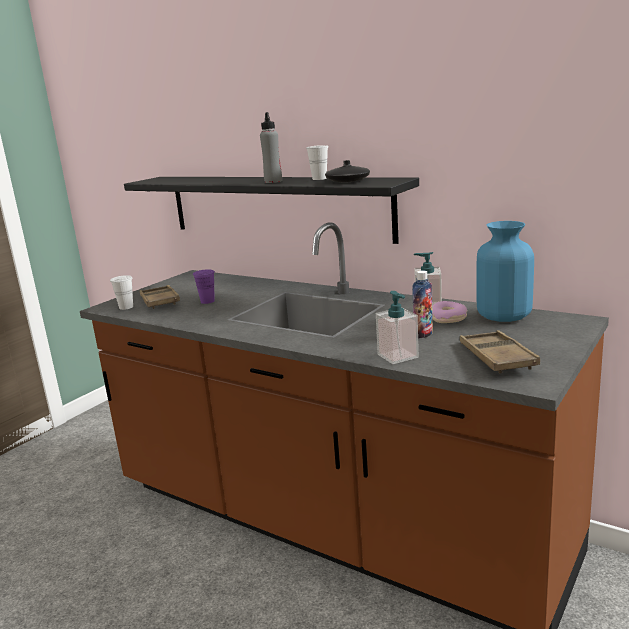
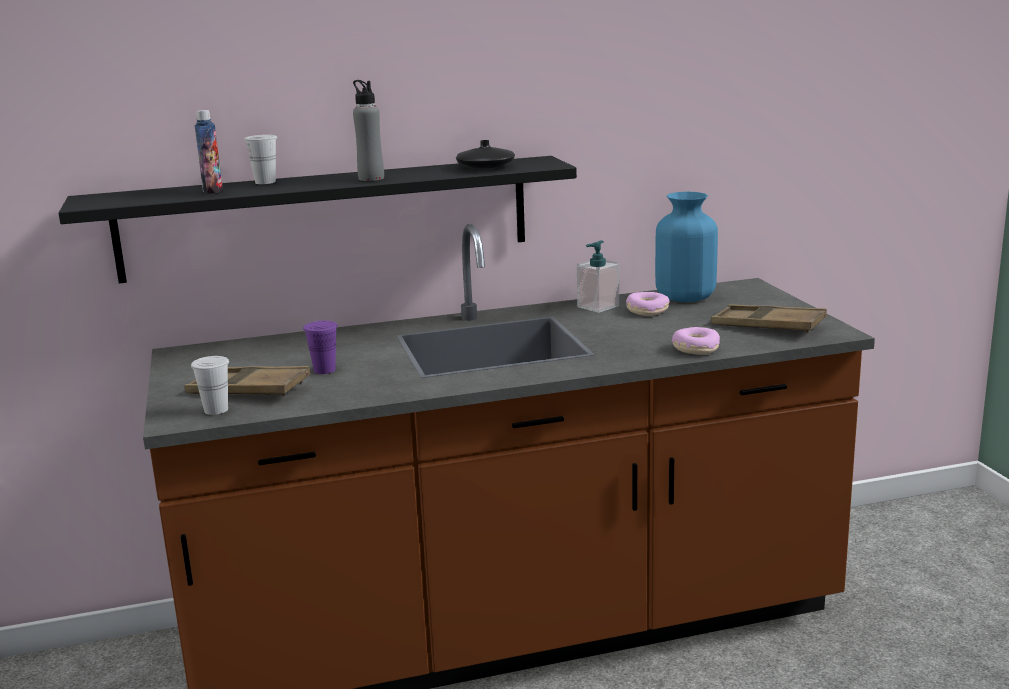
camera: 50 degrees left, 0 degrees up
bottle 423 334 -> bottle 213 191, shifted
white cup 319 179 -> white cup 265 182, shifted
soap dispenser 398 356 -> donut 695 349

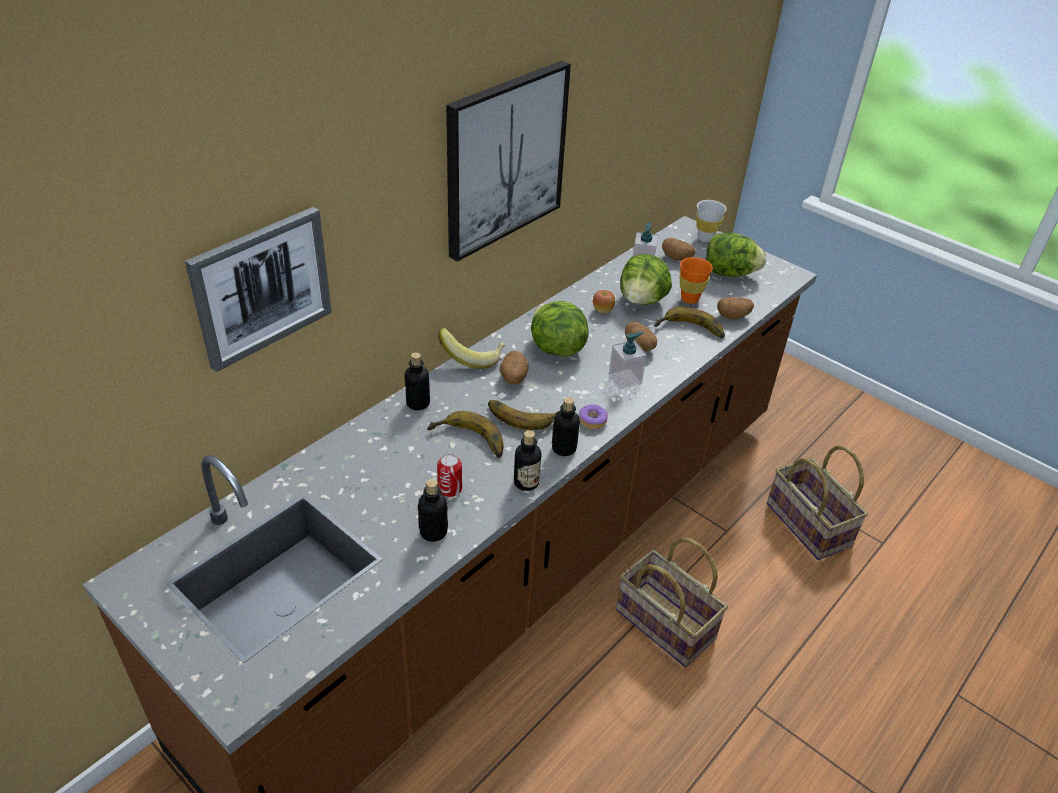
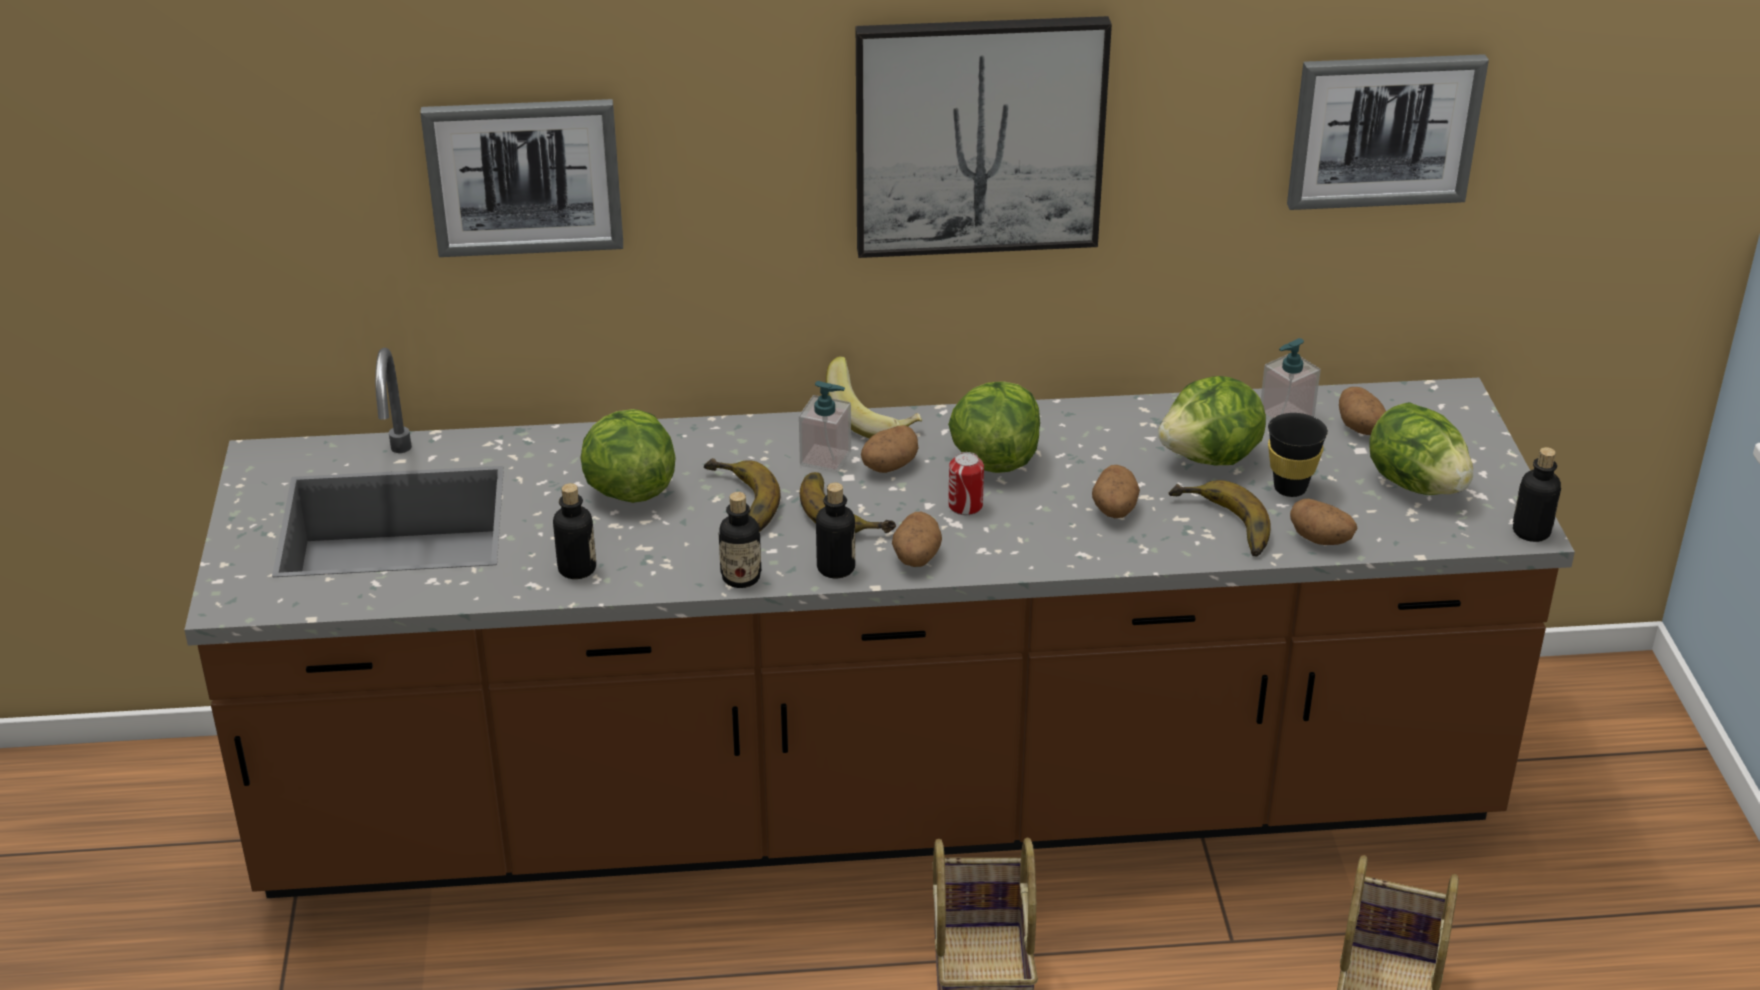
camera: 45 degrees right, 5 degrees down
none -> lettuce 628 490
soap dispenser 625 379 -> soap dispenser 826 459, shifted
donut 592 420 -> potato 916 558
can 450 488 -> can 965 506, shifted
orange cup 689 299 -> black cup 1290 488
none -> picture 1384 130
bottle 418 403 -> bottle 1531 532, shifted
apple 602 310 -> none
white cup 705 238 -> none

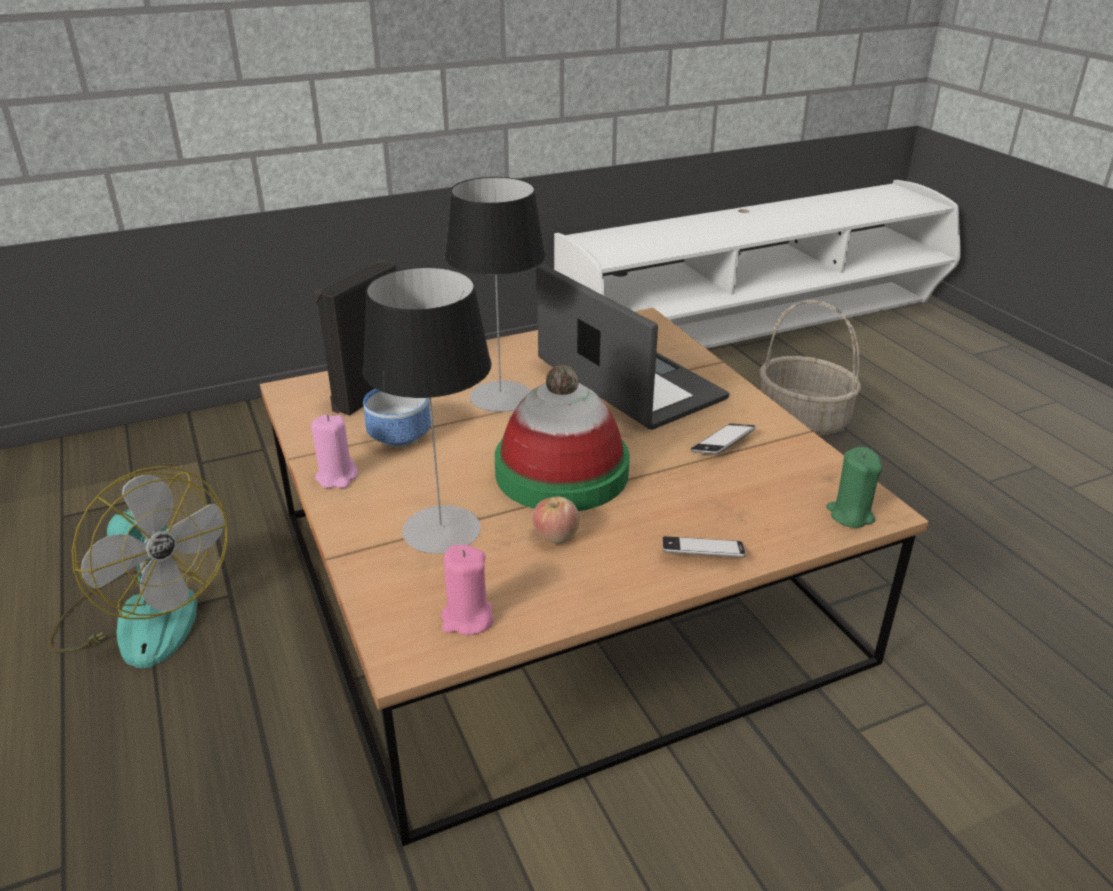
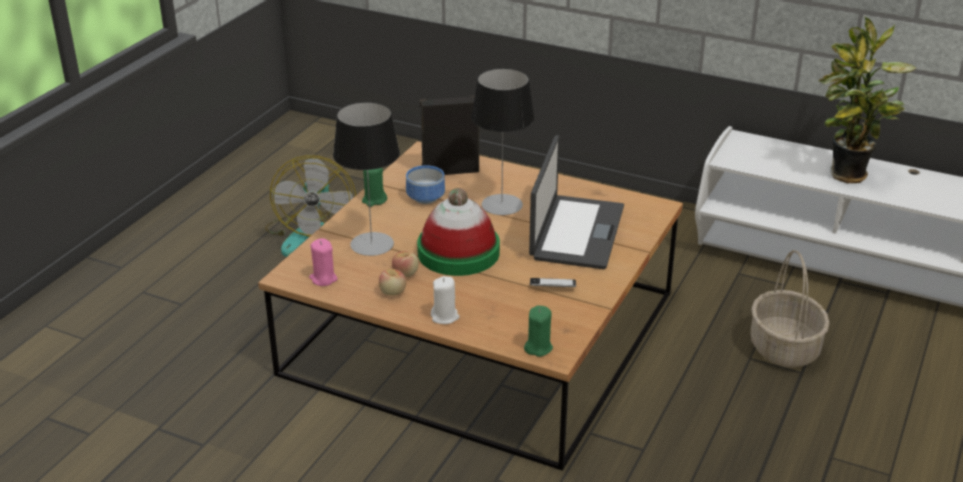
camera: 50 degrees right, 0 degrees up
pink candle 337 477 -> green candle 374 200
none -> apple 393 292
phone 702 553 -> white candle 445 317
none -> potted plant 847 177

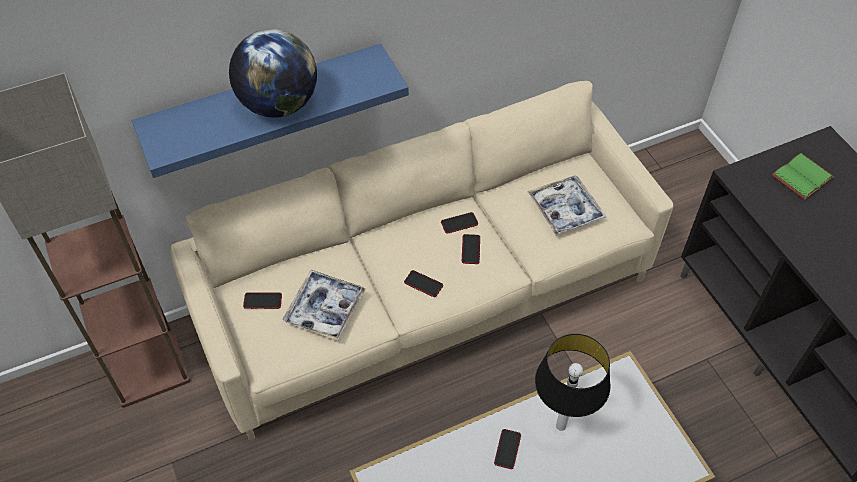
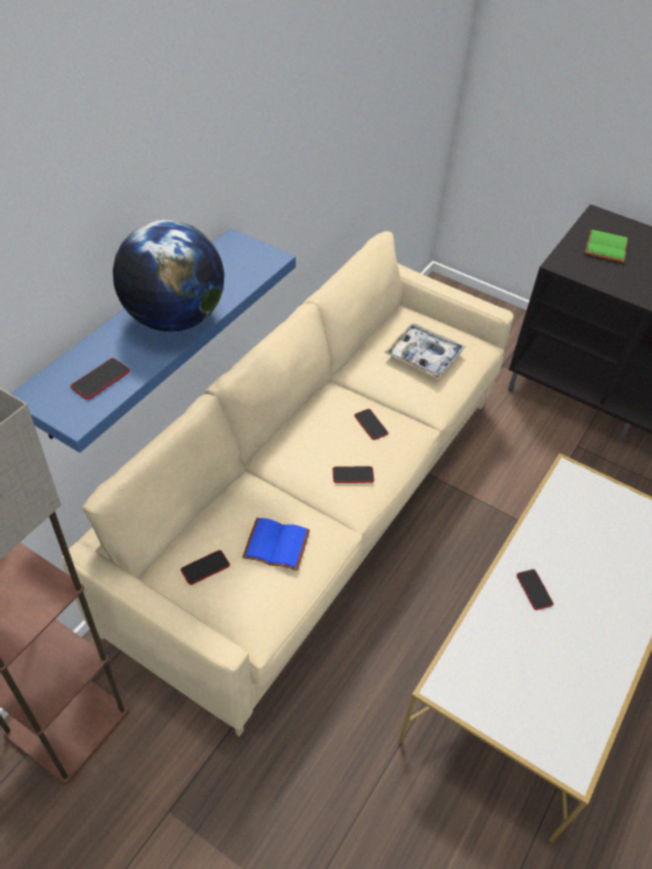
camera: 35 degrees left, 5 degrees down
phone 459 223 -> phone 100 379, shifted
tray 325 309 -> blue book 278 544
table lamp 560 425 -> none

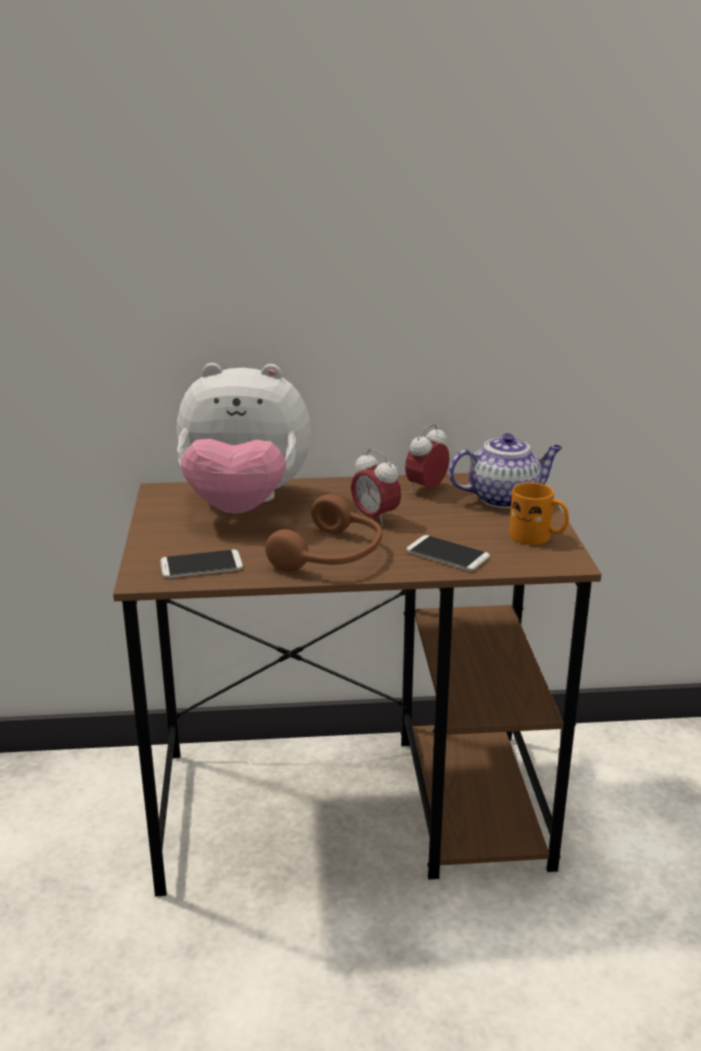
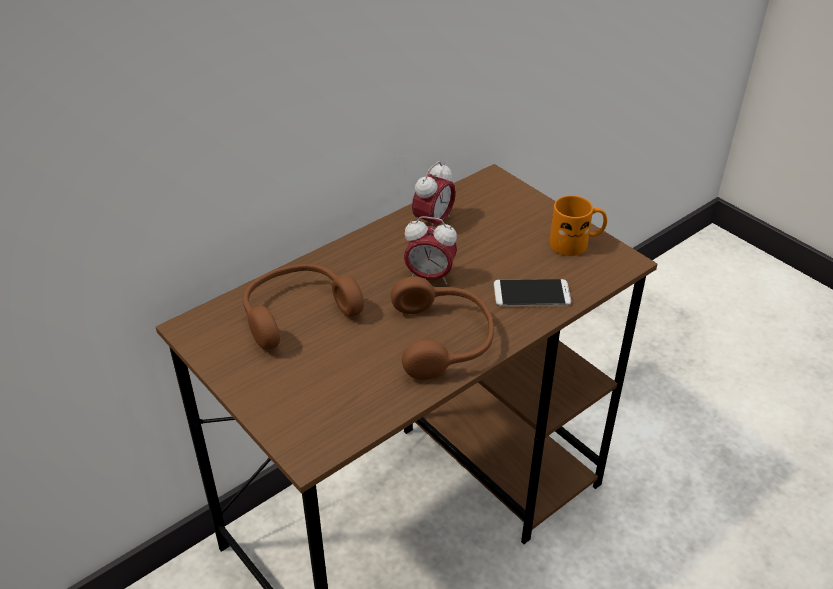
camera: 35 degrees left, 15 degrees up
plush toy 244 506 -> brown headphones 297 312
alarm clock 426 489 -> alarm clock 433 222, 150 degrees counterclockwise
phone 201 565 -> none
teapot 504 498 -> none

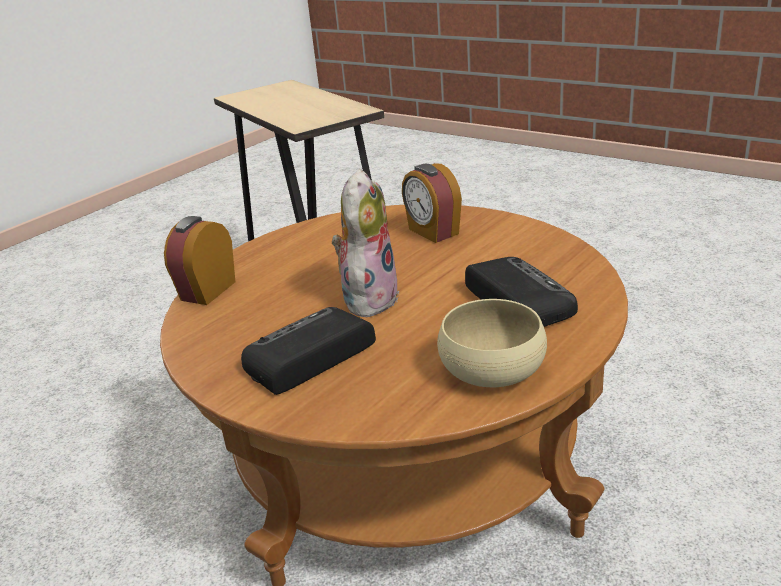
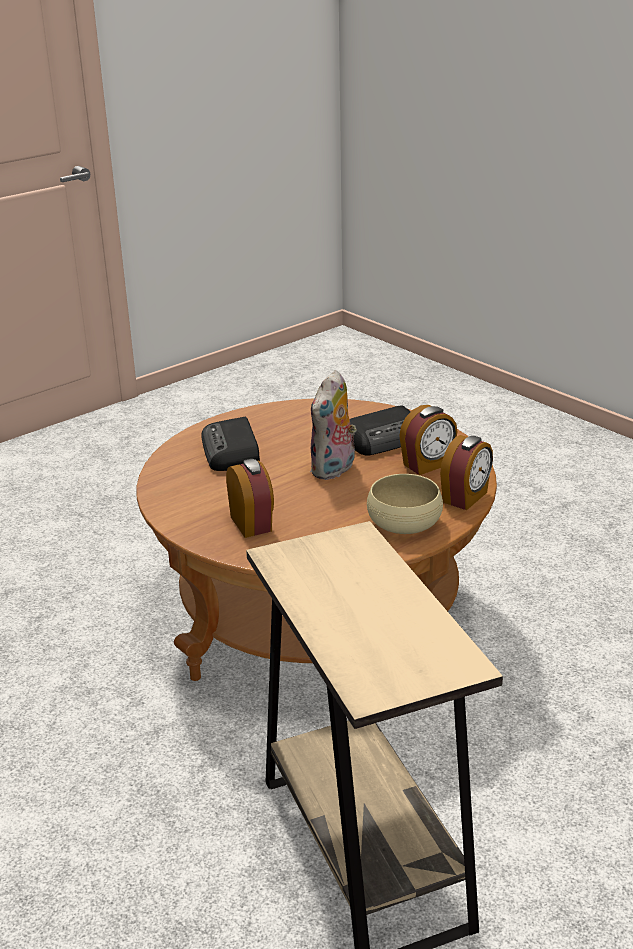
camera: 170 degrees left, 0 degrees up
beige bowl 492 368 -> beige bowl 404 523, shifted
none -> alarm clock 428 465

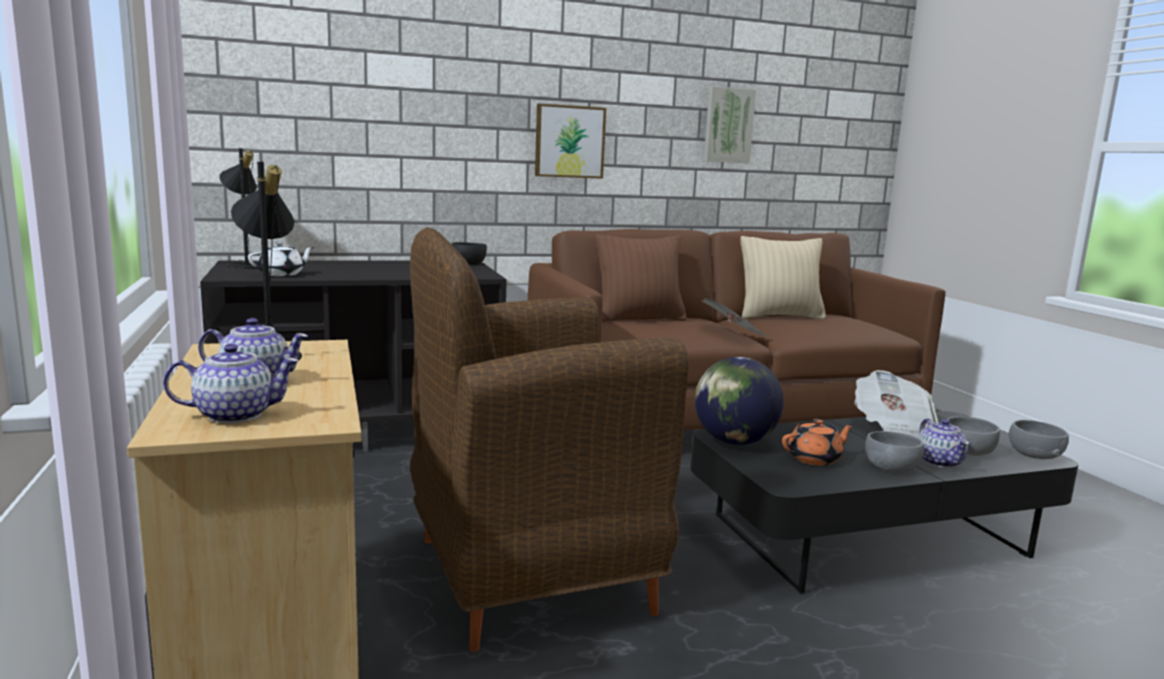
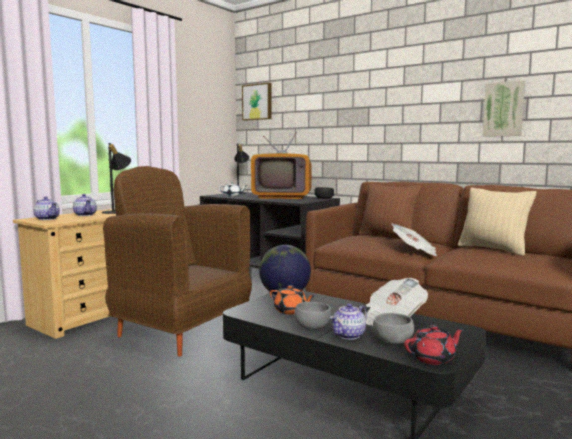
camera: 55 degrees right, 5 degrees down
picture 569 141 -> picture 257 102, shifted
none -> television 282 197
grey bowl 1034 454 -> red teapot 433 358

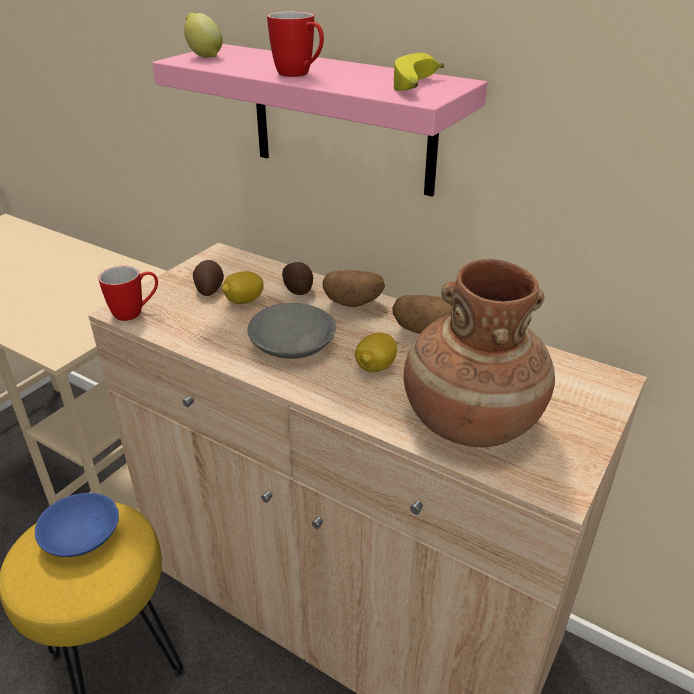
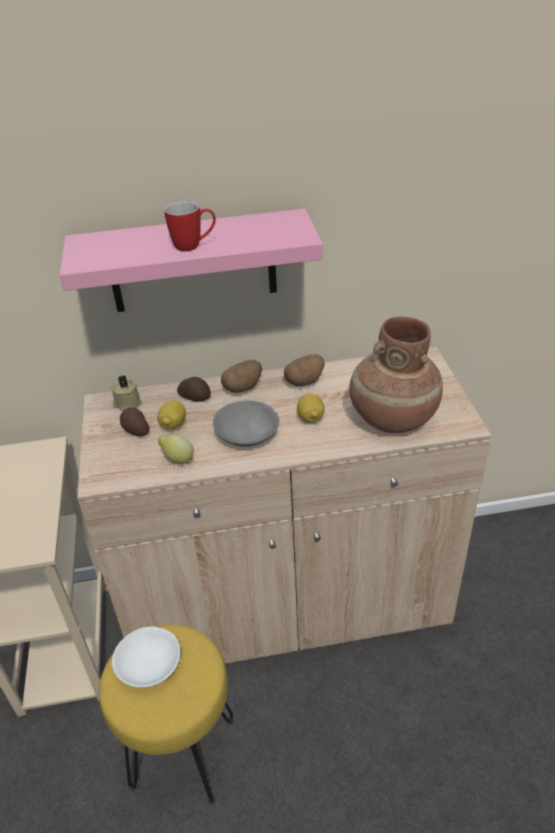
camera: 40 degrees left, 5 degrees up
none -> beige candle 126 404
blue bowl 83 535 -> white bowl 150 664
lemon 204 56 -> lemon 178 460, shifted
mug 135 312 -> none
banana 417 87 -> none

